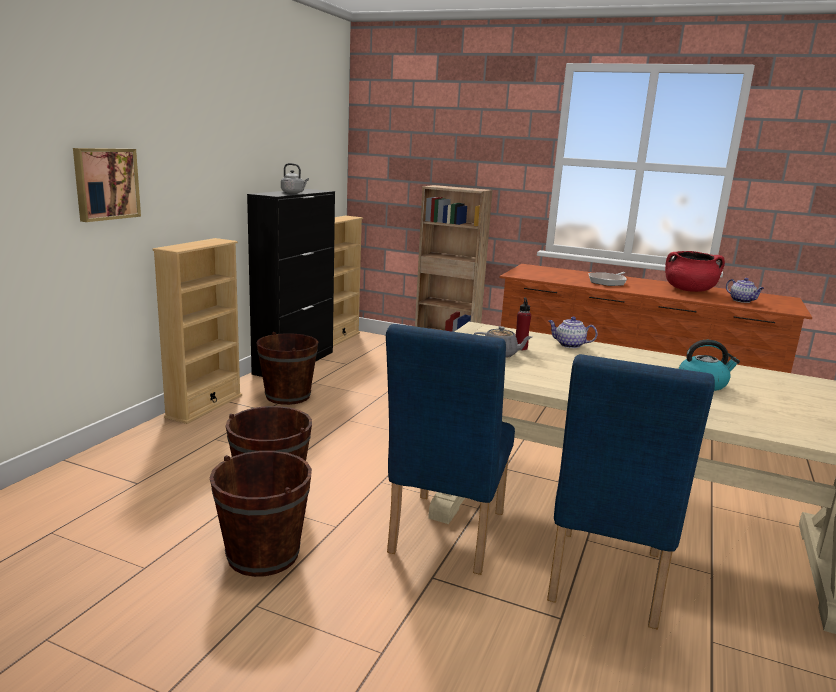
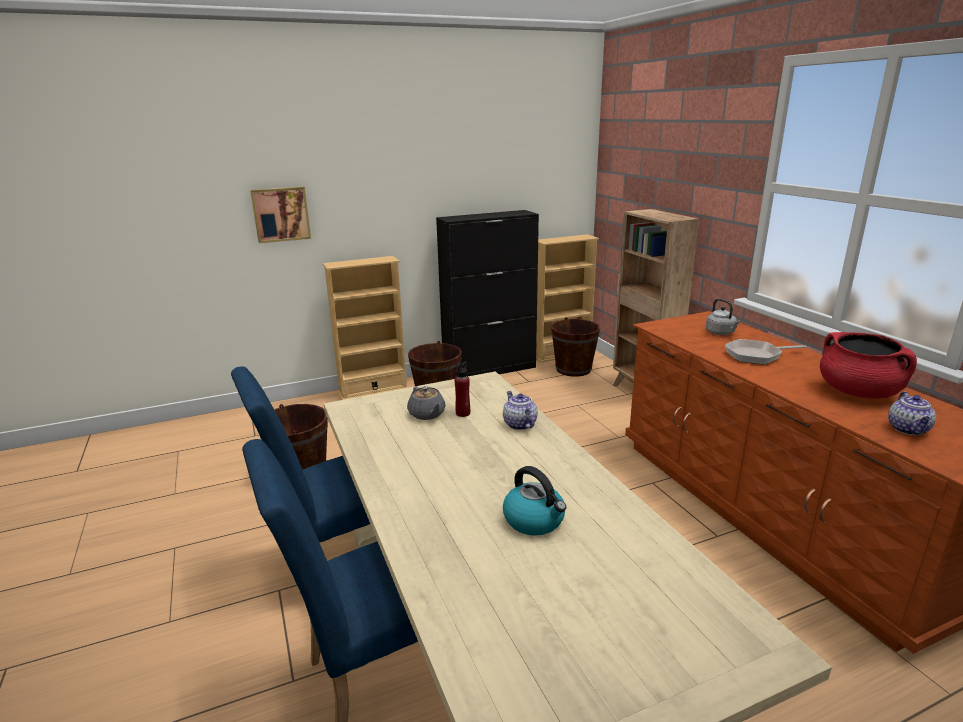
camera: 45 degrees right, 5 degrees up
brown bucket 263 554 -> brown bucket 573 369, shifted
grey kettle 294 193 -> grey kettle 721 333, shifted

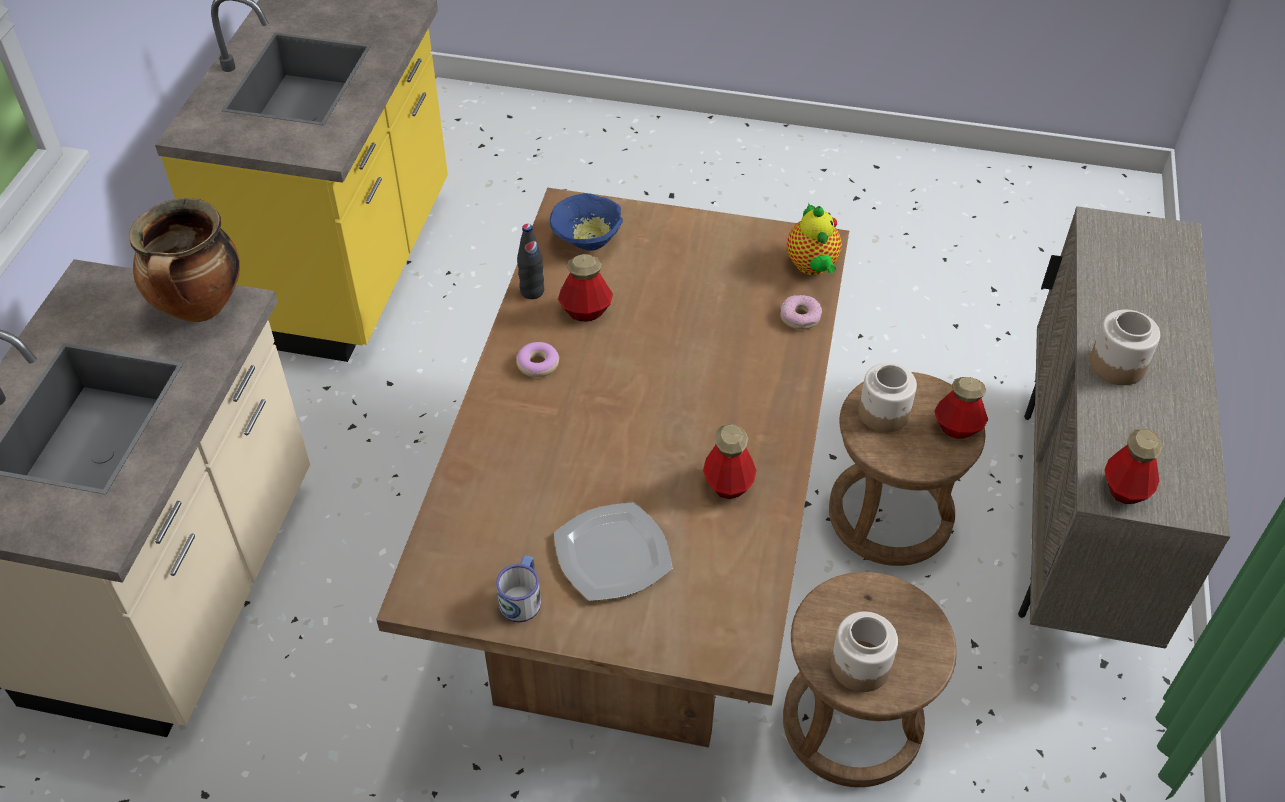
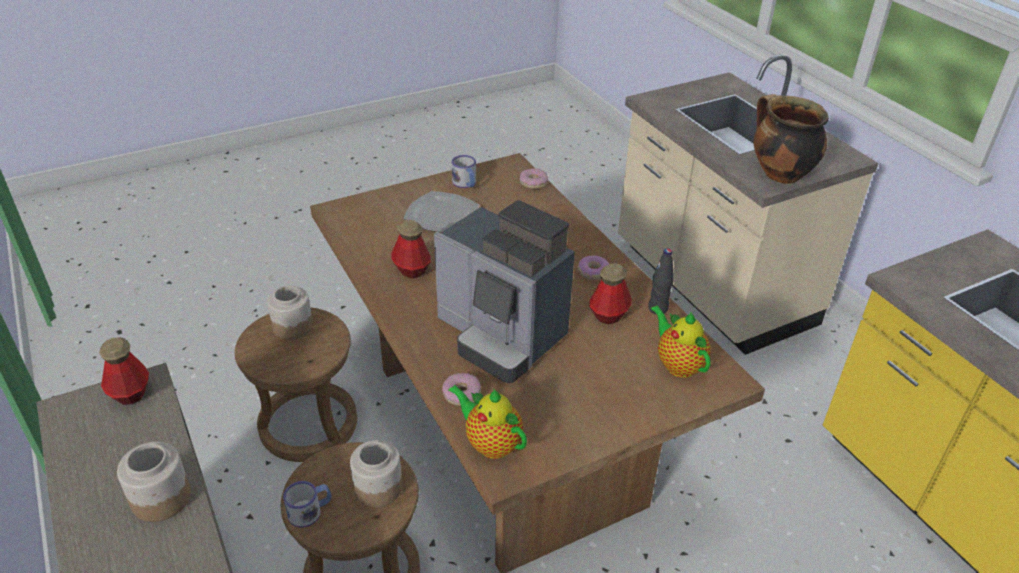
camera: 140 degrees right, 10 degrees down
bottle 957 428 -> mug 310 511
none -> coffee machine 501 335
none -> donut 533 183
blue bowl 587 239 -> teapot 678 364

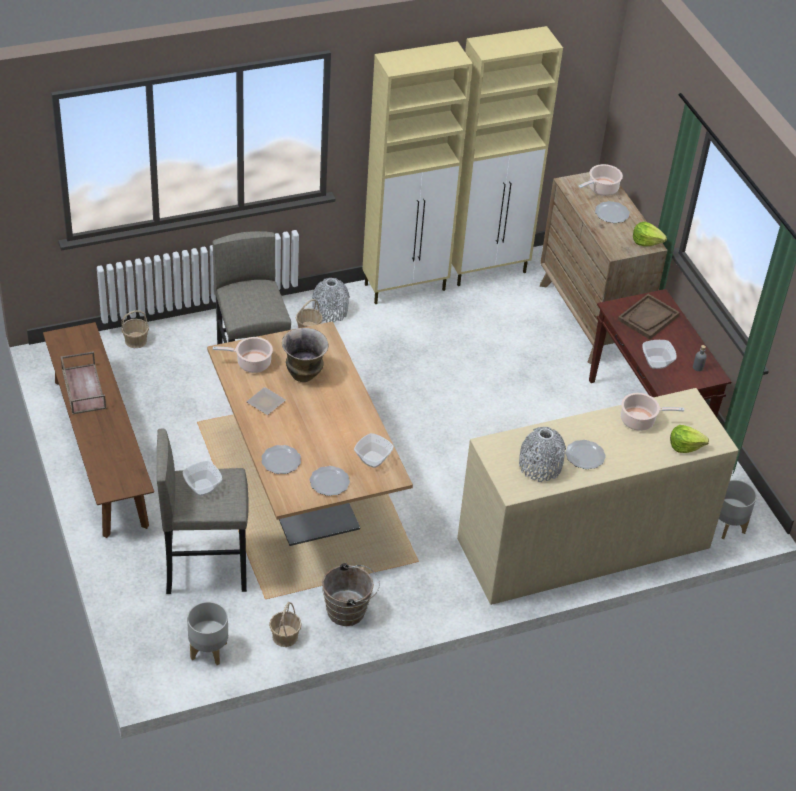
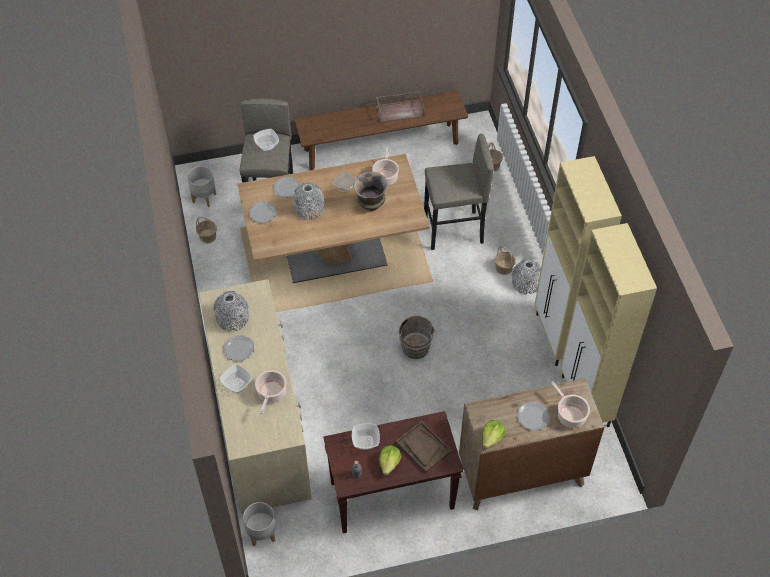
camera: 100 degrees right, 10 degrees up
bowl 373 459 -> bowl 237 385, shifted
none -> grey vase 309 209
lettuce 685 446 -> lettuce 389 463, shifted
brown bucket 349 611 -> brown bucket 415 349, shifted

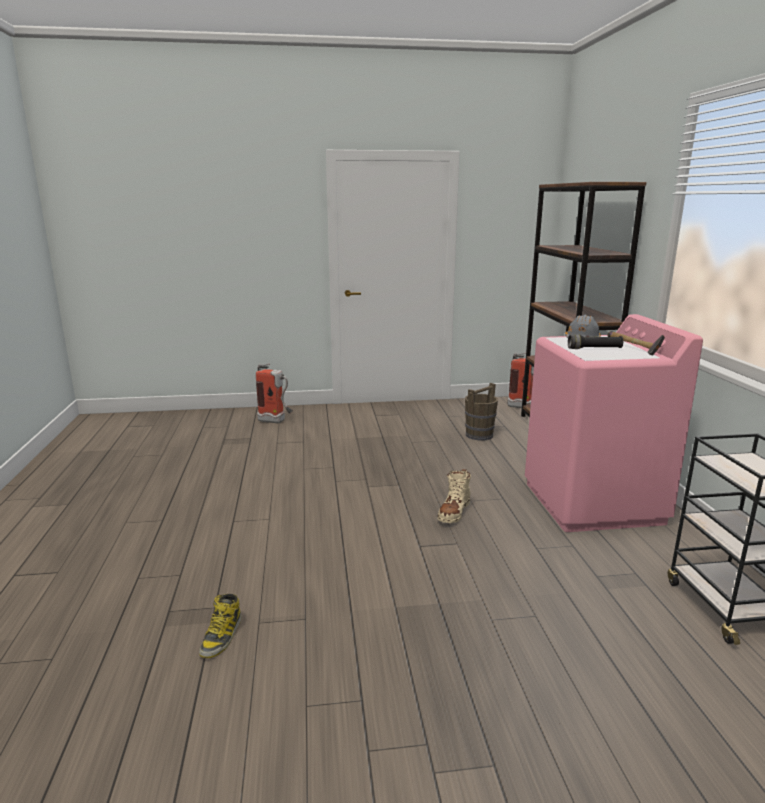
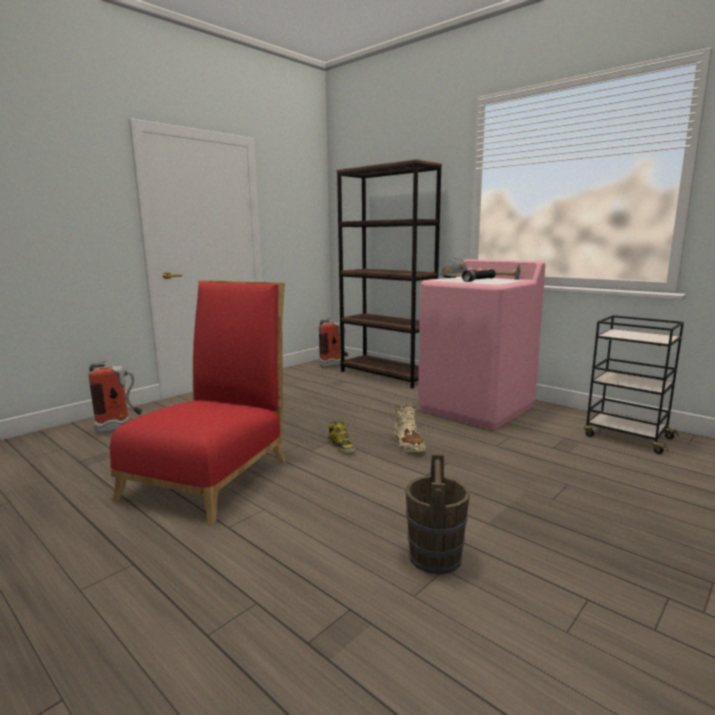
camera: 40 degrees left, 5 degrees down
none -> red chair 213 474
boot 222 636 -> boot 341 446, shifted
brown bucket 479 435 -> brown bucket 435 556, shifted

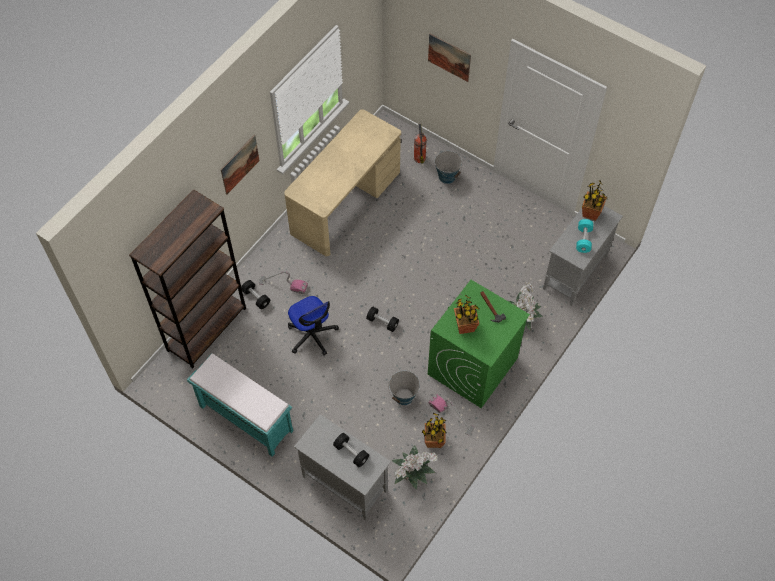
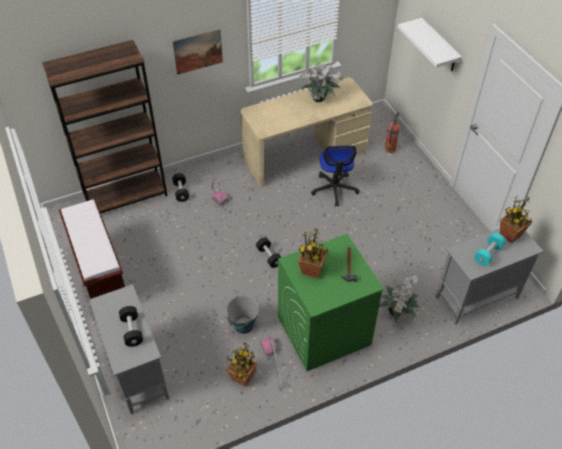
camera: 30 degrees right, 10 degrees down
turquoise bench 245 418 -> brown bench 100 276
potted plant 413 474 -> potted plant 319 99, shifted
office chair 312 335 -> office chair 334 189, shifted
picture 449 57 -> white shelf 439 46
bucket 447 176 -> none

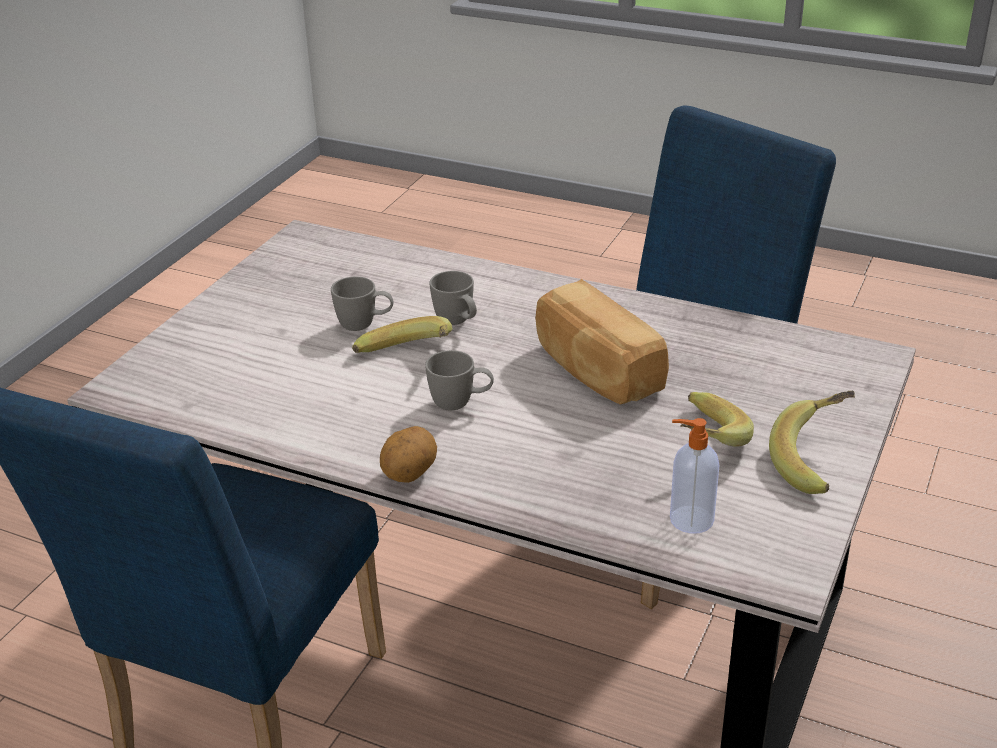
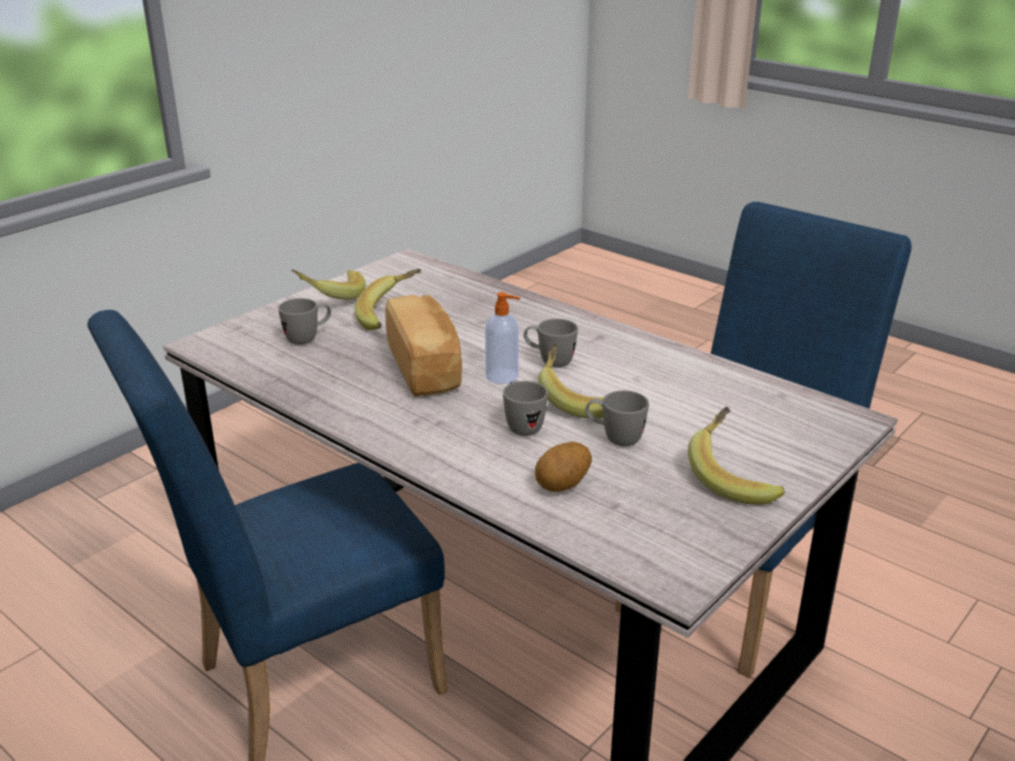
camera: 165 degrees left, 5 degrees down
none -> grey mug 308 339
soap dispenser 689 519 -> soap dispenser 503 376, shifted
potato 409 474 -> potato 563 485, shifted
none -> banana 735 477

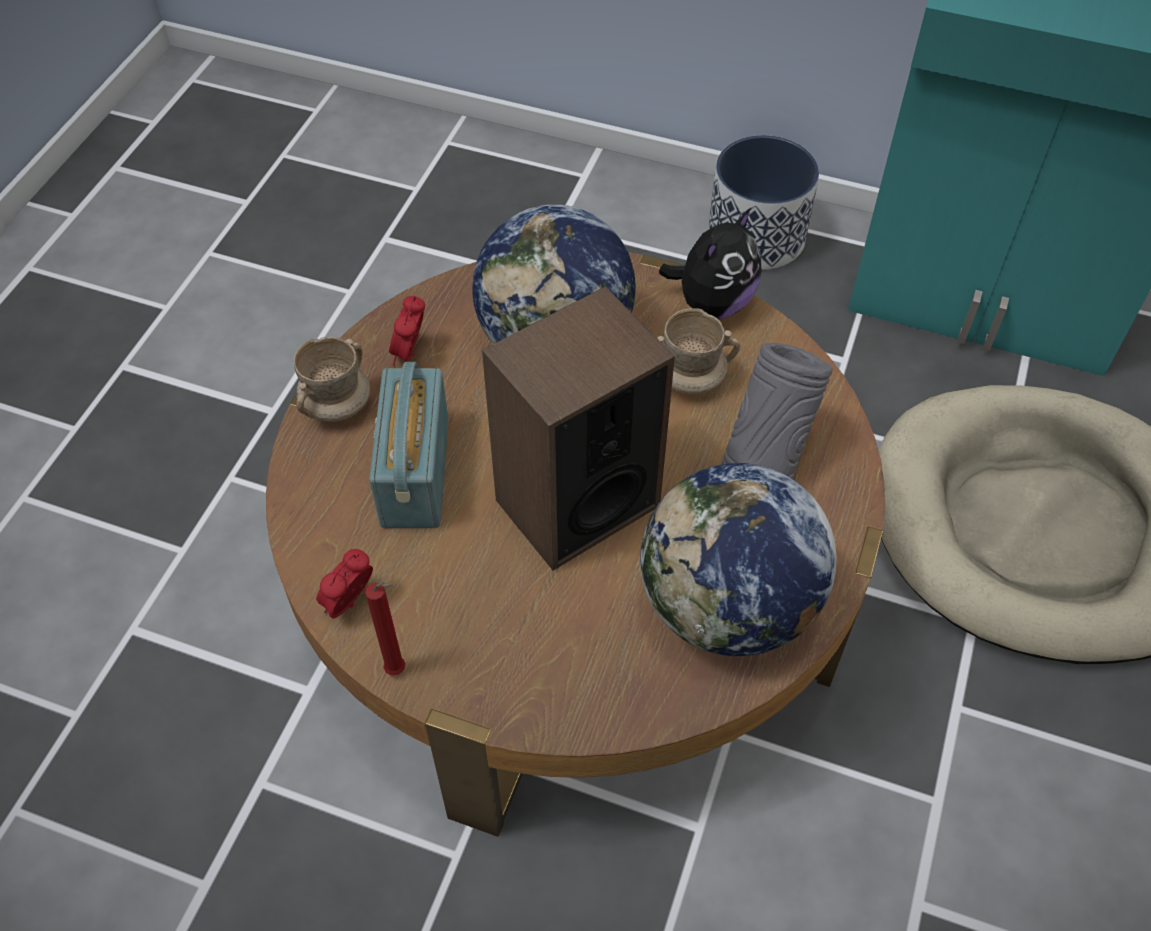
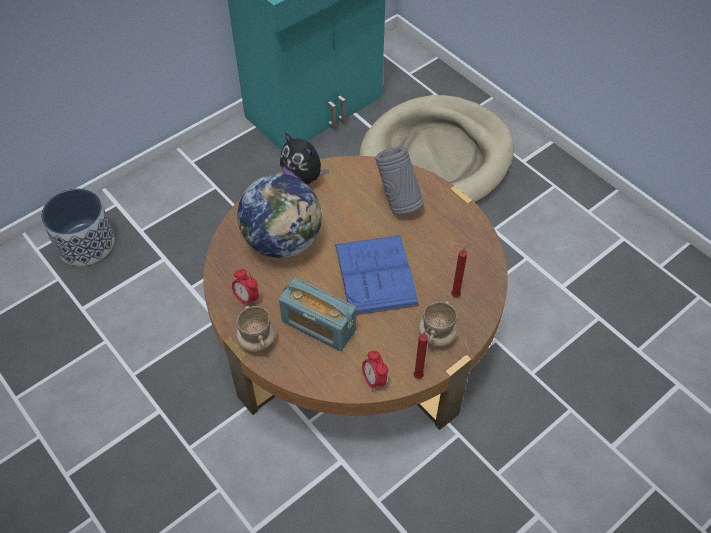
camera: 60 degrees left, 0 degrees up
planter 755 237 -> planter 85 244, shifted
plush toy 712 303 -> plush toy 303 177, 150 degrees clockwise
speaker 576 502 -> blue book 375 274
beige mug 690 379 -> beige mug 436 335, shifted
none -> red candle 456 294
globe 727 607 -> none

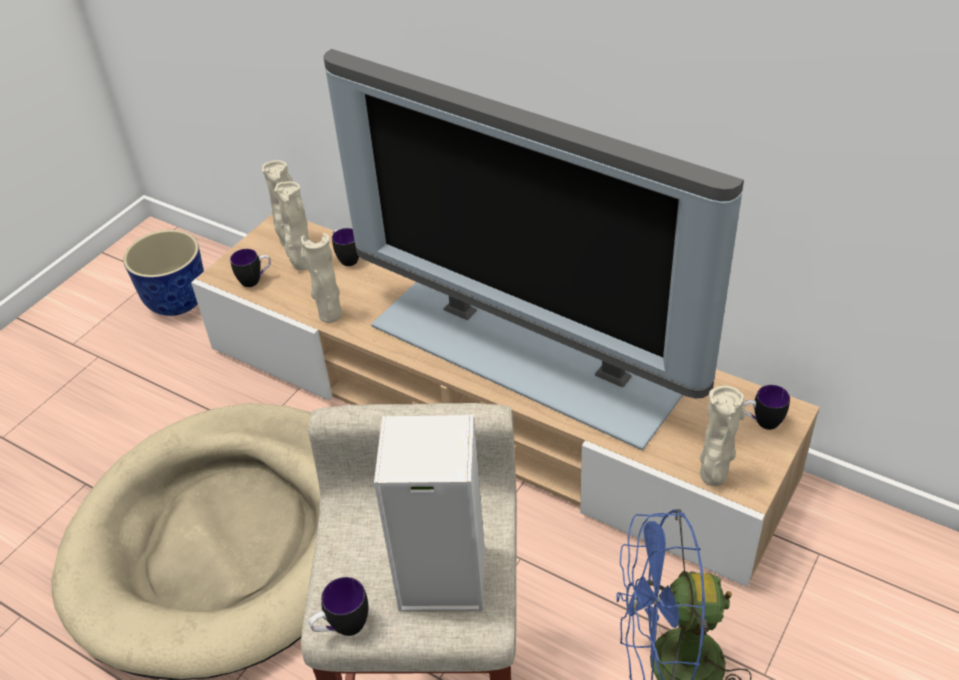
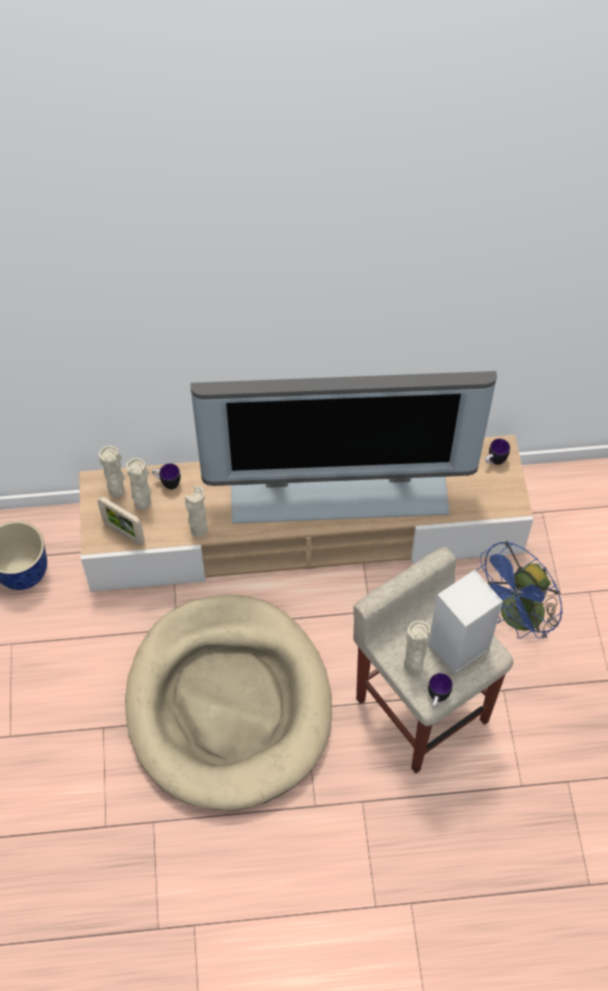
camera: 40 degrees left, 15 degrees up
mug 255 280 -> picture frame 124 533
beige vase 713 477 -> beige vase 413 666, shifted

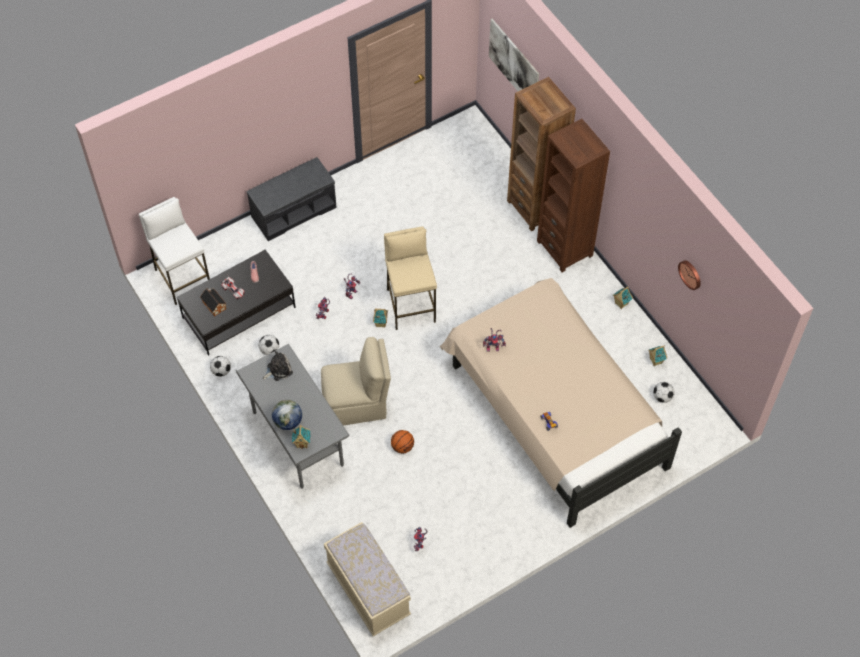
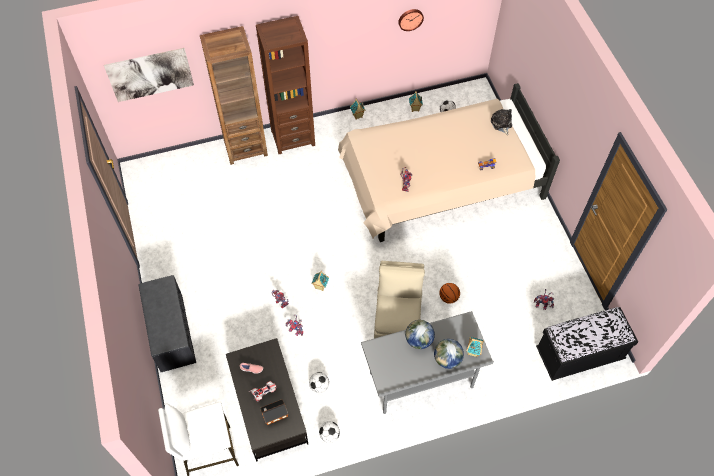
camera: 75 degrees left, 0 degrees up
none -> globe 418 340
plush toy 278 370 -> plush toy 501 124, shifted
beige bench 368 590 -> black bench 579 354
beige stool 410 305 -> none

